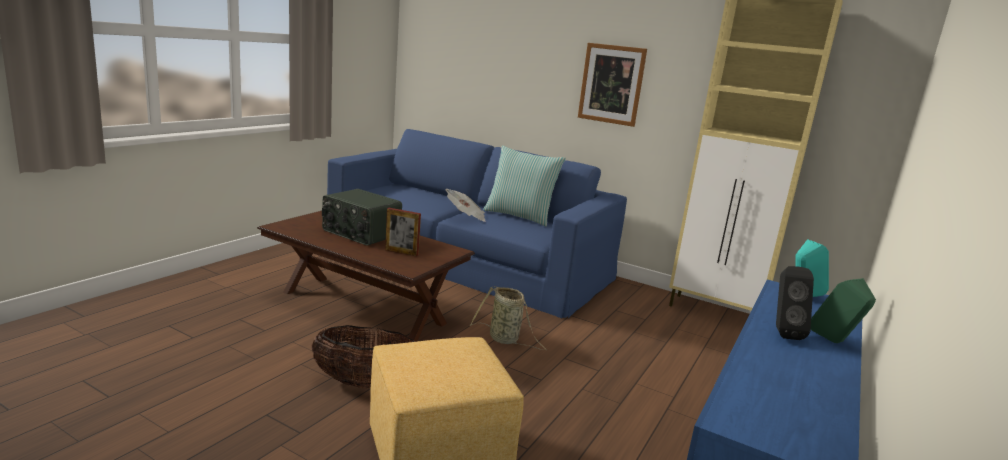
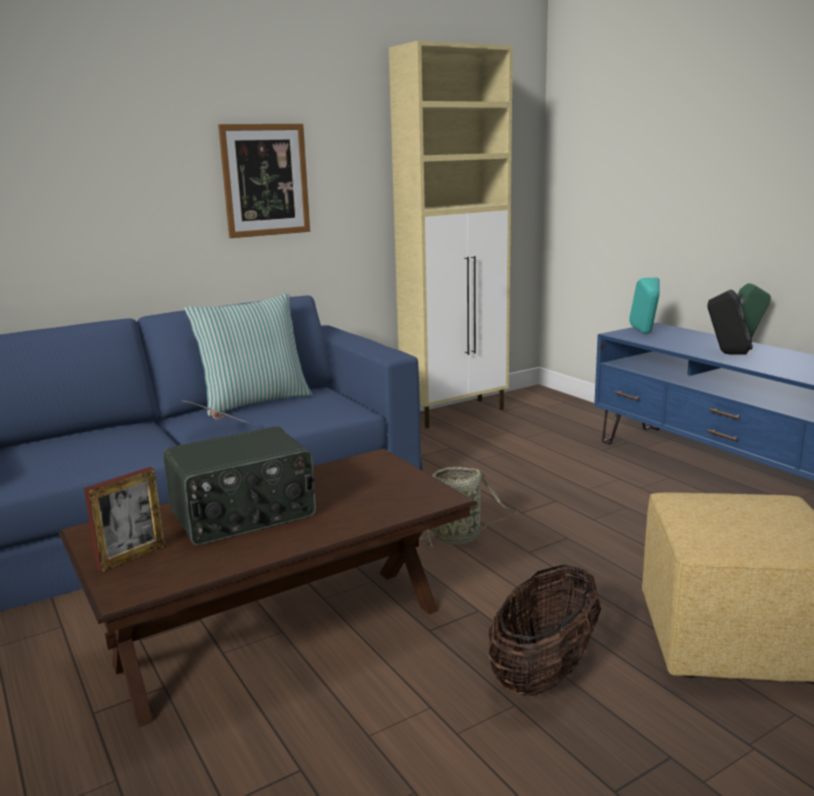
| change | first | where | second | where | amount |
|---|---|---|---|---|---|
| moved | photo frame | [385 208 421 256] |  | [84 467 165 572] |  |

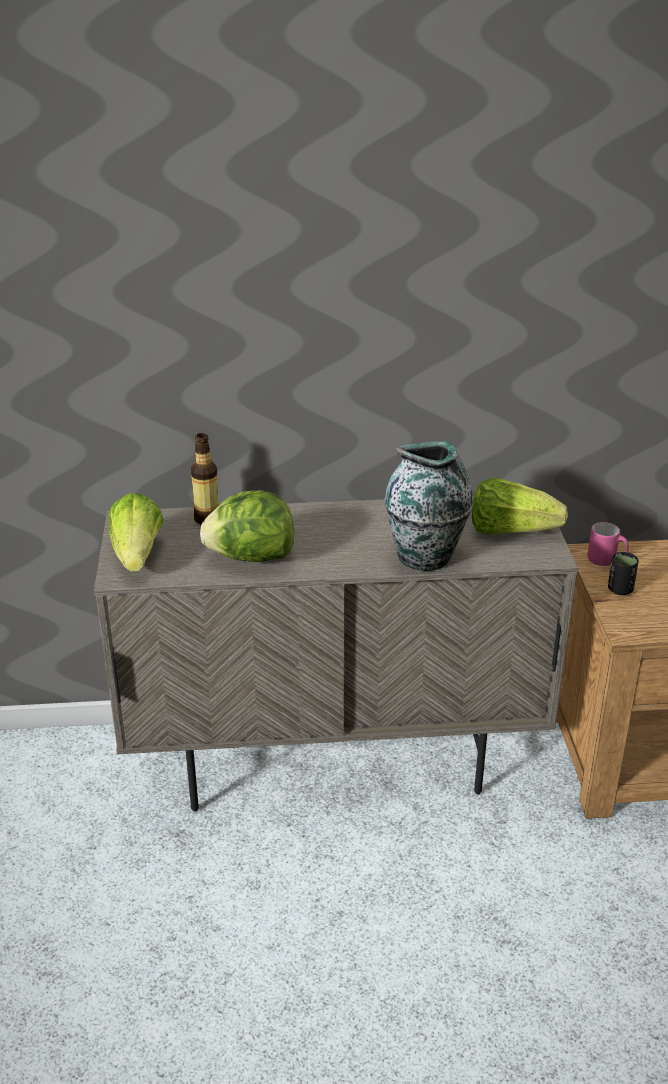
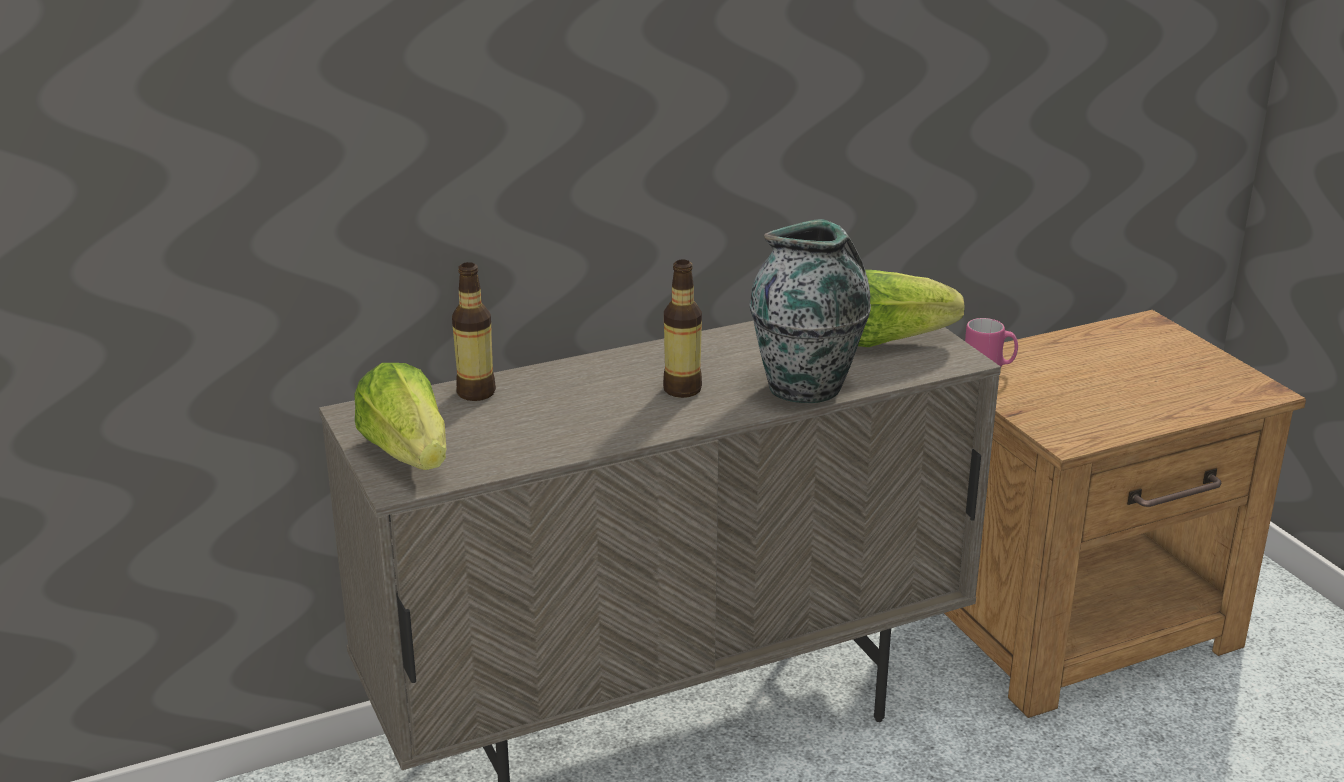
| change | first | where | second | where | amount |
|---|---|---|---|---|---|
| added |  |  | beverage bottle | [663 260 702 398] |  |
| removed | lettuce | [200 490 294 562] |  |  |  |
| removed | cup/blackish | [608 552 639 595] |  |  |  |

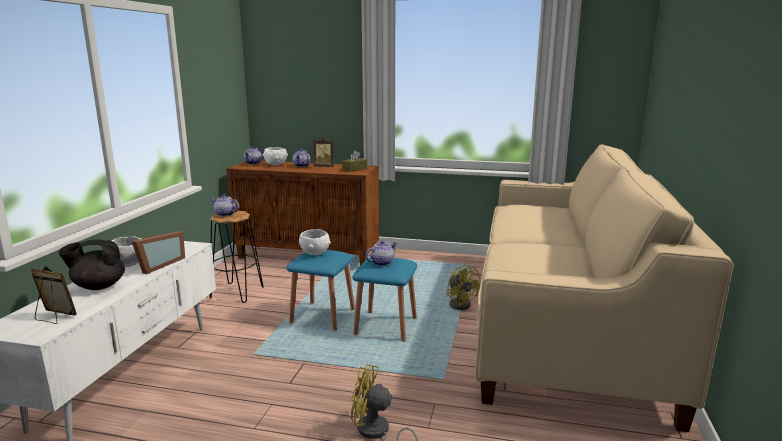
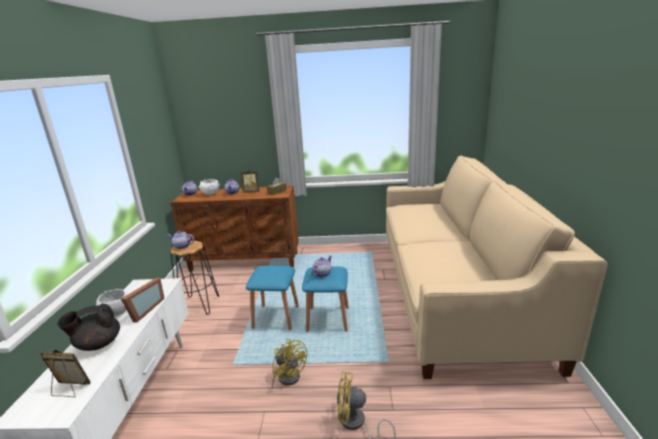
| change | first | where | second | where | amount |
|---|---|---|---|---|---|
| moved | fan/yellow | [446 263 480 310] |  | [273 339 307 385] |  |
| removed | deep dish/whitish | [299 229 331 255] |  |  |  |

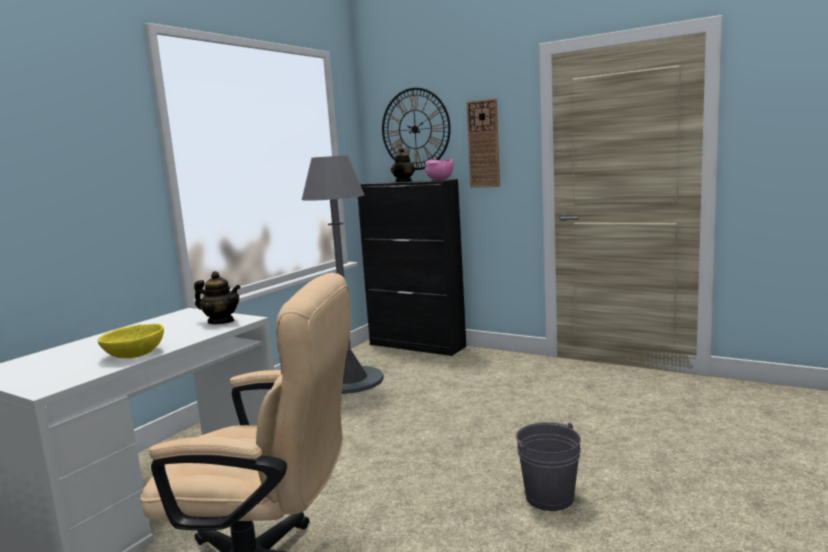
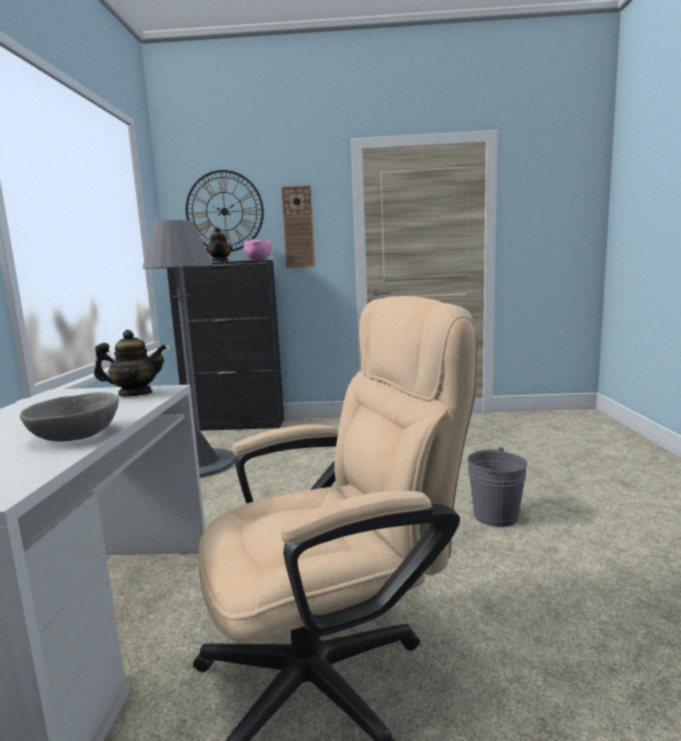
| change | first | where | second | where | amount |
|---|---|---|---|---|---|
| recoloured | deep dish/yellow | [98 324 164 358] | deep dish/grey | [20 392 119 442] |  |

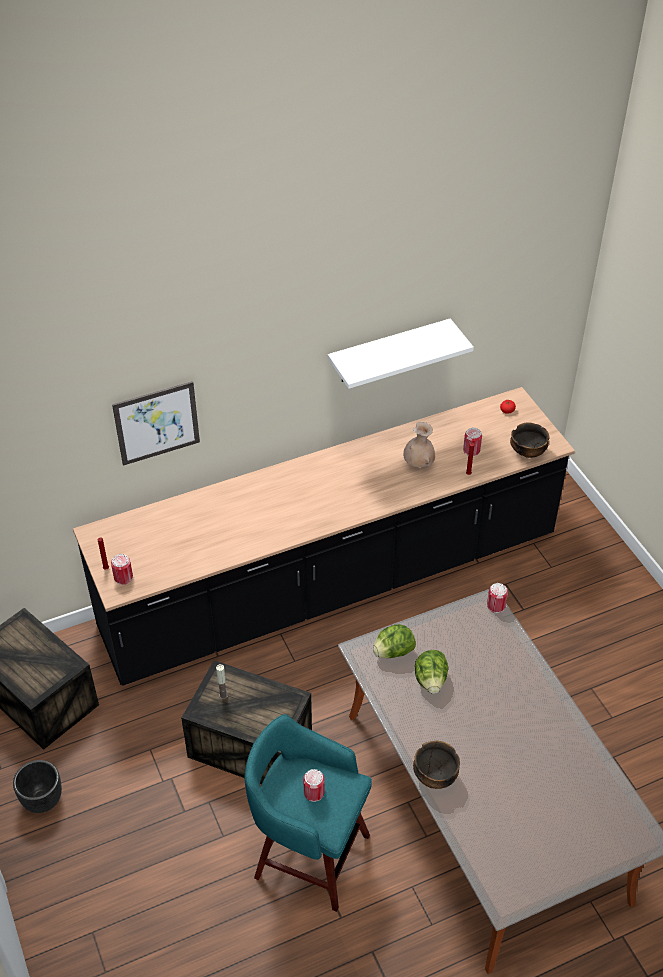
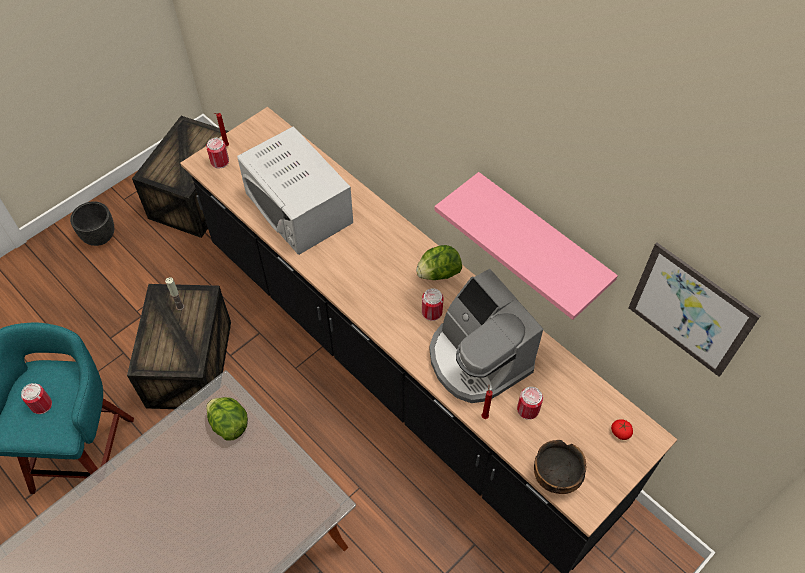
| change | first | where | second | where | amount |
|---|---|---|---|---|---|
| added |  |  | microwave oven/whitish | [237 126 353 255] |  |
| moved | lettuce | [415 650 449 694] |  | [416 245 462 280] |  |
| moved | sealed can | [487 583 508 613] |  | [422 288 444 321] |  |
| replaced | decorative vase/beige | [403 422 435 468] | coffee maker | [429 269 543 403] |  |
| recoloured | bracket shelf/whitish | [328 318 474 389] | bracket shelf/pink-coloured | [434 172 618 320] |  |
| moved | wall picture | [112 381 200 466] |  | [628 243 760 377] |  |
| removed | deep dish | [413 741 460 789] |  |  |  |

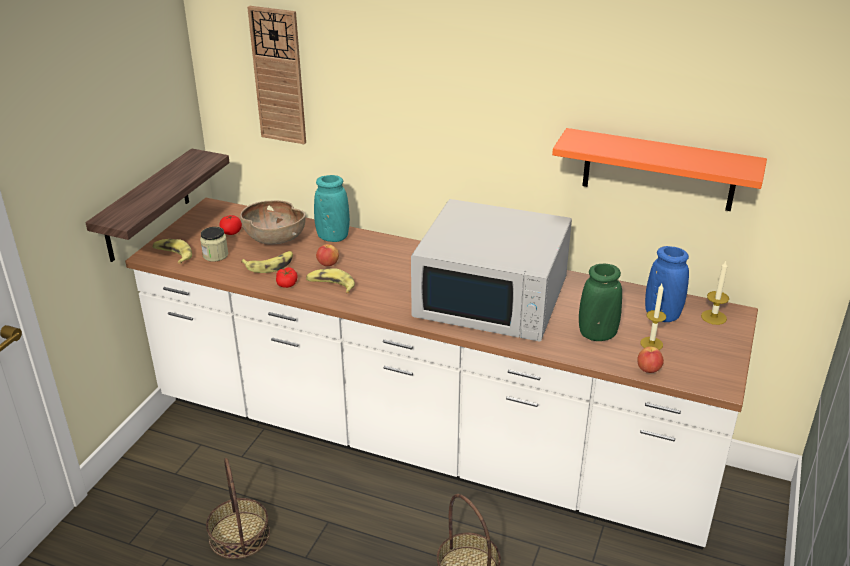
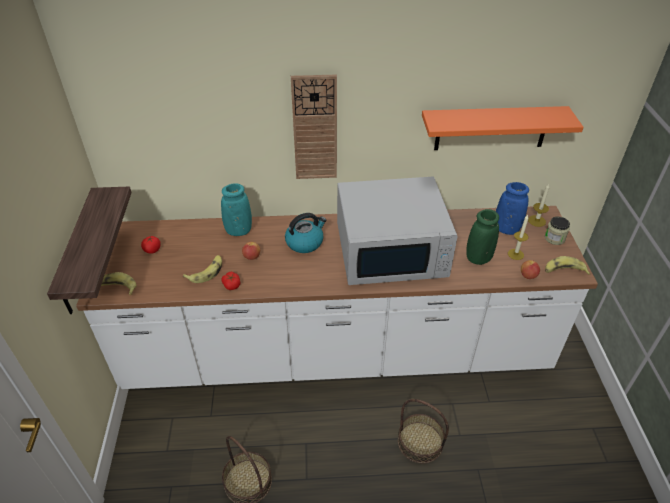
| change | first | where | second | where | amount |
|---|---|---|---|---|---|
| added |  |  | tea kettle | [285 213 326 253] |  |
| moved | wall clock | [247 6 306 144] |  | [291 74 337 179] |  |
| moved | storage jar | [200 227 228 262] |  | [544 216 570 245] |  |
| moved | banana | [306 268 355 293] |  | [545 256 590 275] |  |
| removed | deep dish/brownish | [240 200 306 245] |  |  |  |

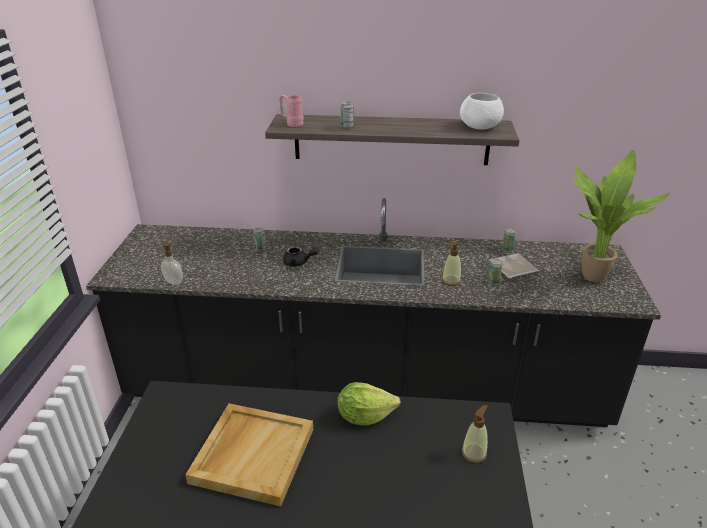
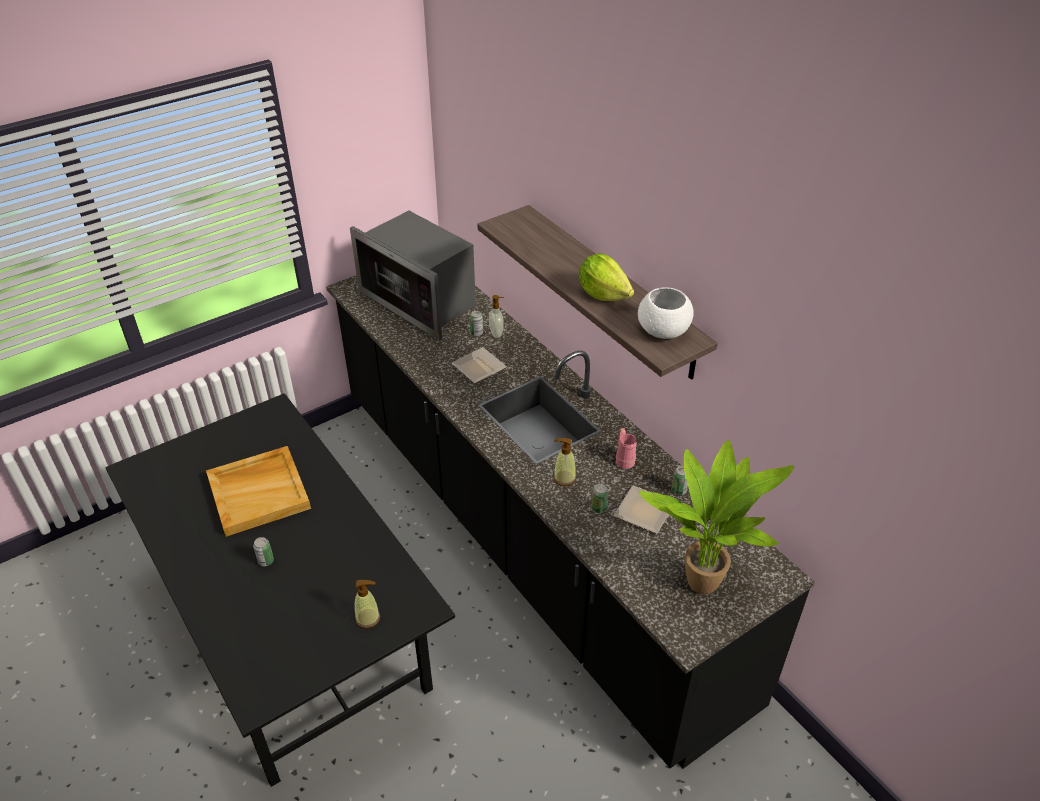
| change | first | where | second | where | amount |
|---|---|---|---|---|---|
| moved | sealed can | [341 101 354 128] |  | [253 537 274 566] |  |
| added |  |  | microwave oven | [350 210 476 340] |  |
| replaced | teapot/blackish | [283 246 319 267] | plate | [451 347 507 384] |  |
| moved | soap dispenser | [161 242 183 285] |  | [489 295 504 338] |  |
| moved | lettuce | [337 382 401 425] |  | [579 253 634 301] |  |
| moved | coffee mug/pink-coloured | [279 95 304 127] |  | [616 428 637 469] |  |

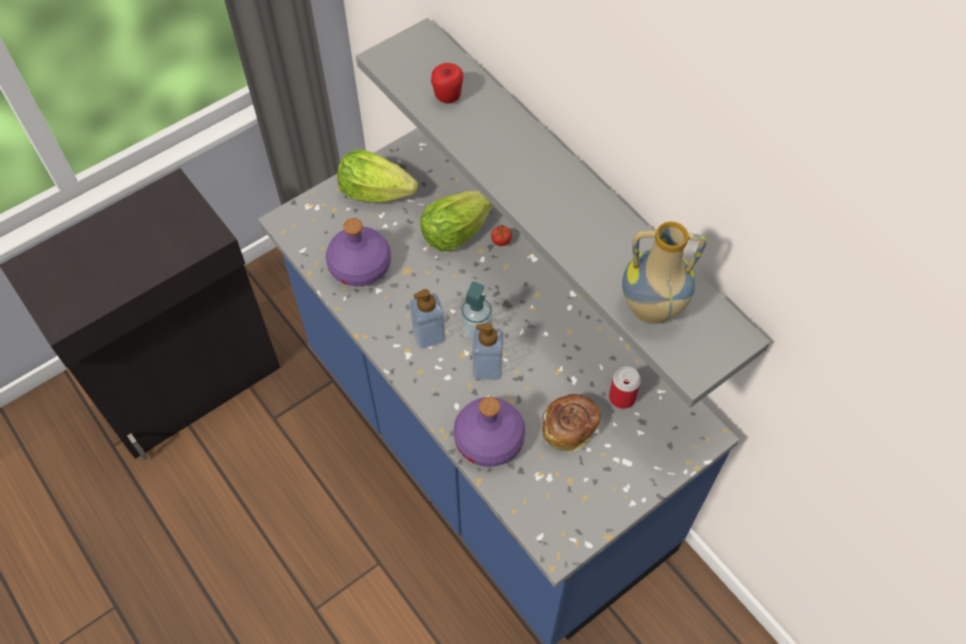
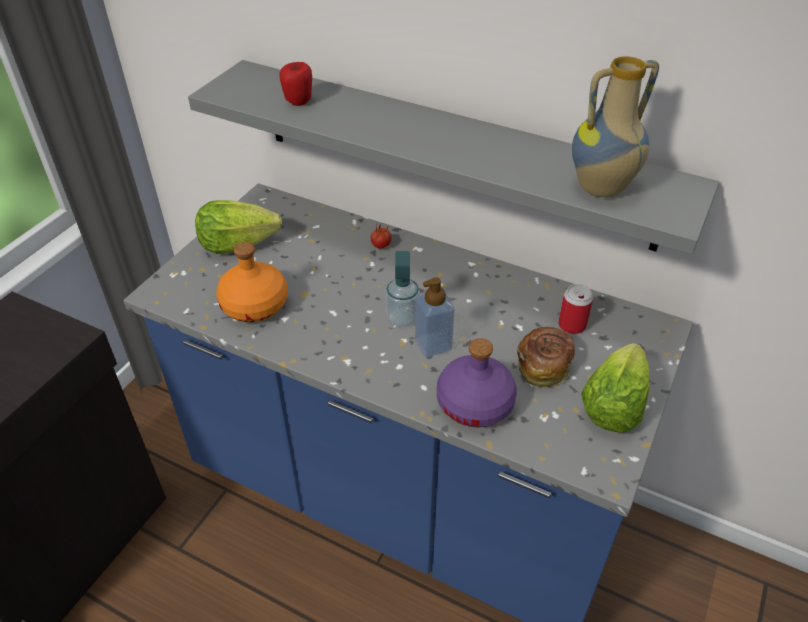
| change | first | where | second | where | amount |
|---|---|---|---|---|---|
| recoloured | beverage bottle/purple-coloured | [326 218 391 286] | beverage bottle/orange-coloured | [216 242 288 322] |  |
| moved | lettuce | [420 190 493 251] |  | [581 343 650 433] |  |
| removed | soap dispenser | [410 289 446 349] |  |  |  |

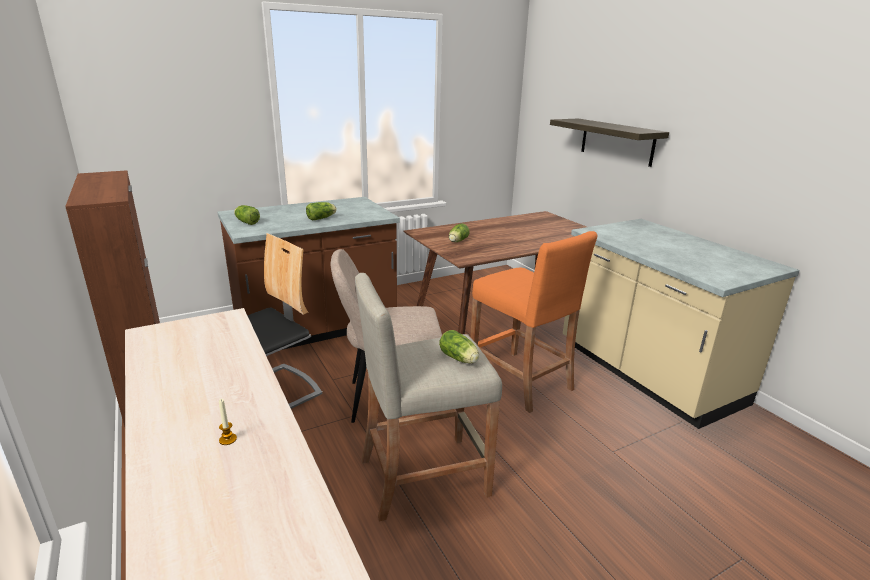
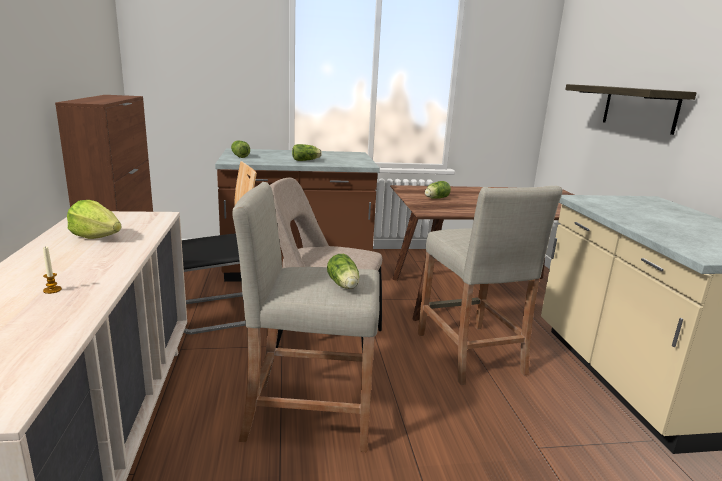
| change | first | where | second | where | amount |
|---|---|---|---|---|---|
| added |  |  | lettuce | [67 200 122 239] |  |
| recoloured | stool seat/orange-coloured | [470 231 598 413] | stool seat/beige | [418 186 563 385] |  |

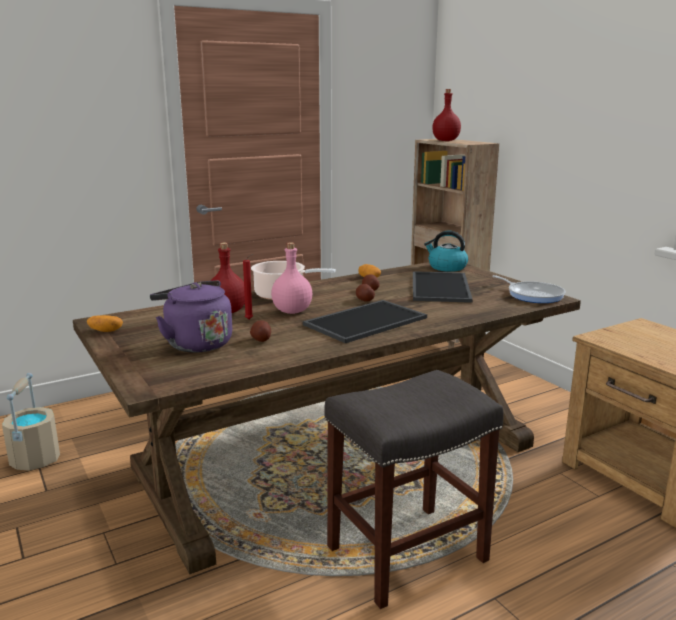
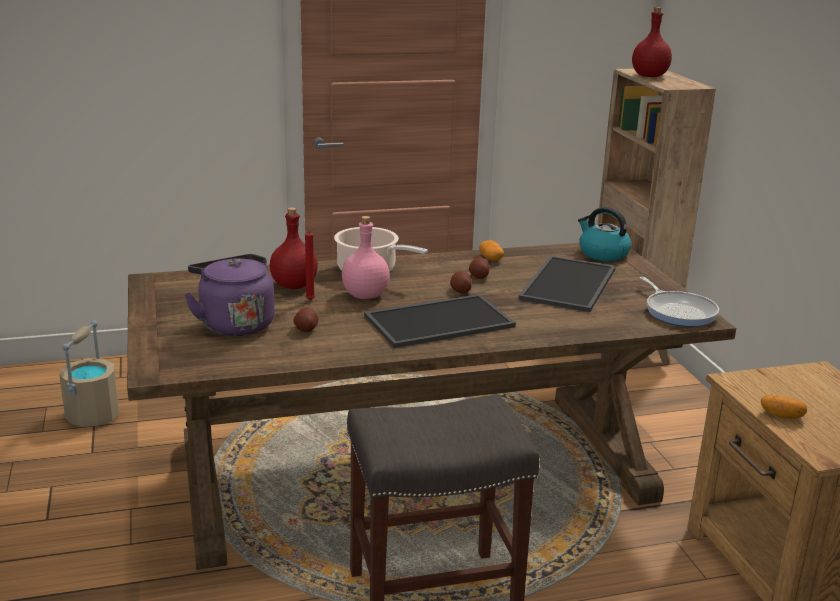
| change | first | where | second | where | amount |
|---|---|---|---|---|---|
| moved | potato | [87 315 123 332] |  | [761 395 807 419] |  |

